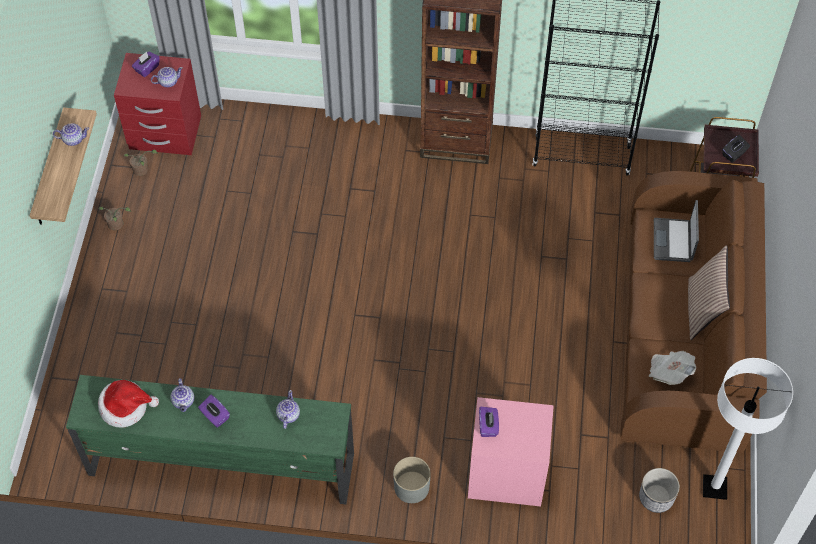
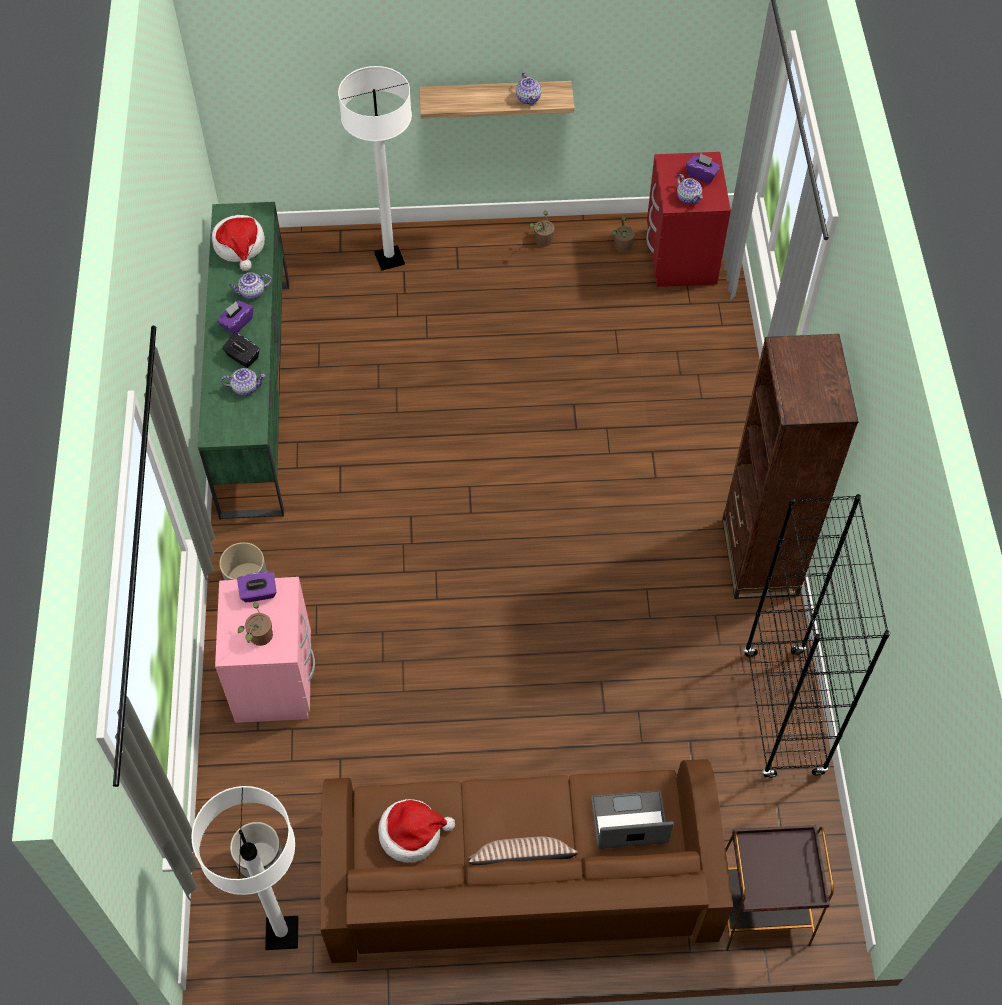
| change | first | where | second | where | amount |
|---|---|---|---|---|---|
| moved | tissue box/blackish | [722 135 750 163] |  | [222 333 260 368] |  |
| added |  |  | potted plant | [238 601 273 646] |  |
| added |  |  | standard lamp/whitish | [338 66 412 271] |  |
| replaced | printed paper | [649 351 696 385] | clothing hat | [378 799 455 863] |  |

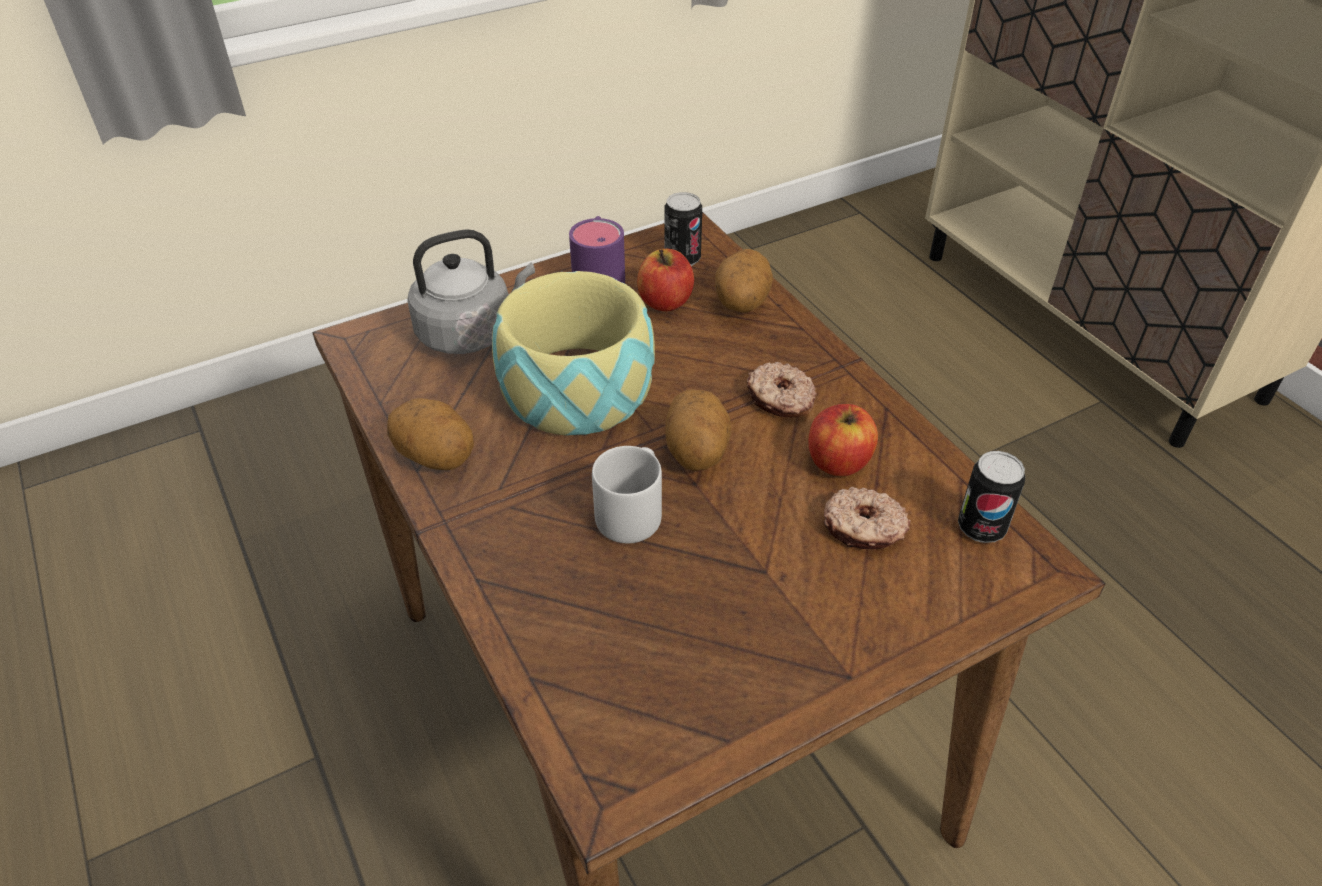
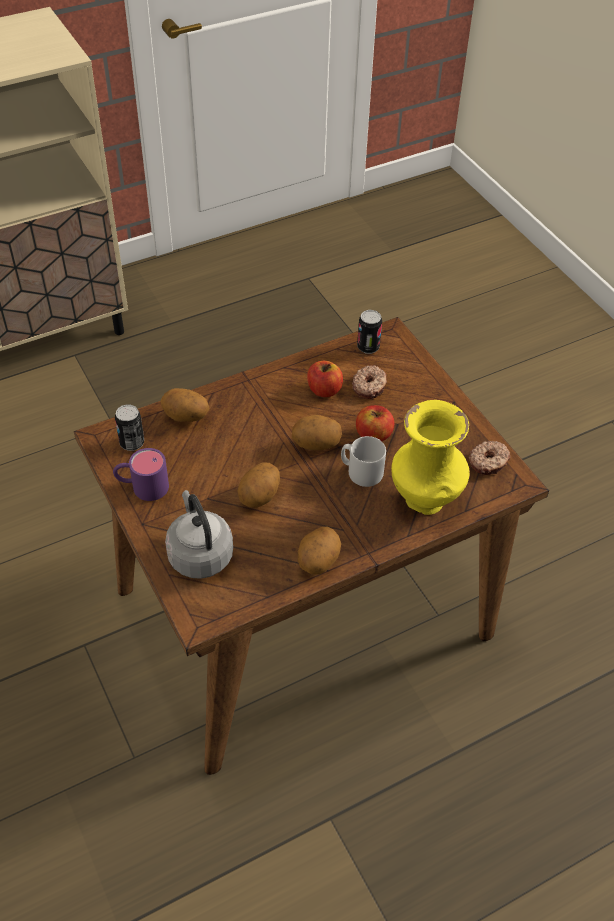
| change | first | where | second | where | amount |
|---|---|---|---|---|---|
| replaced | deep dish | [492 271 655 436] | potato | [238 463 280 508] |  |
| moved | apple fruit | [637 249 694 311] |  | [356 405 394 441] |  |
| added |  |  | decorative vase/yellow | [391 400 469 515] |  |
| moved | doughnut | [747 362 817 418] |  | [469 441 510 475] |  |

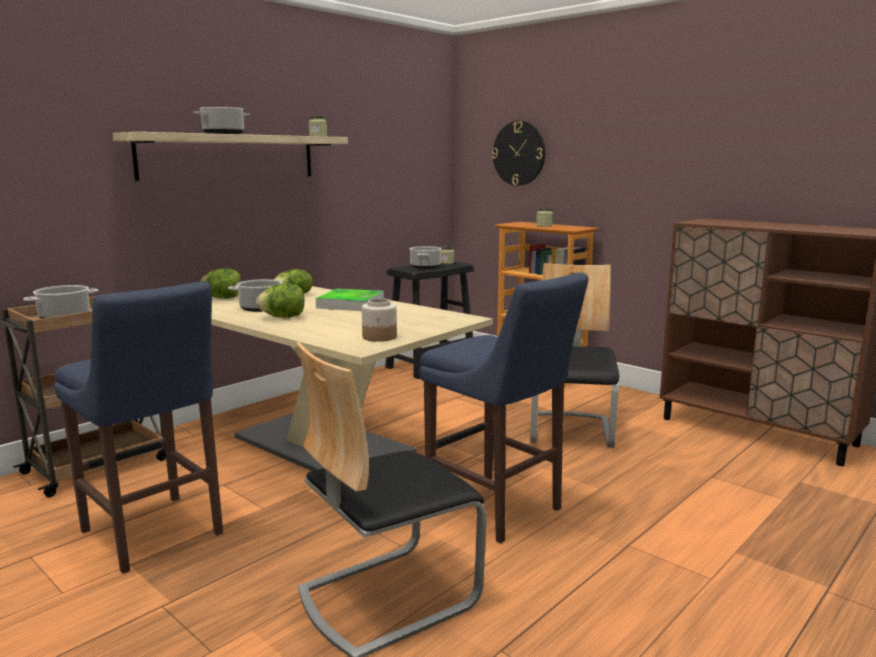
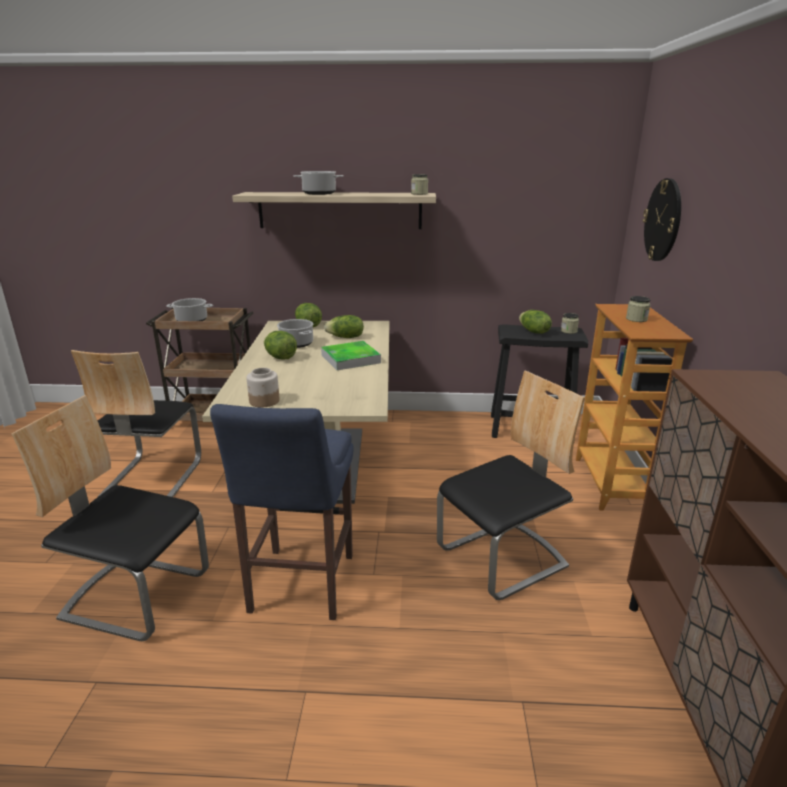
| change | first | where | second | where | amount |
|---|---|---|---|---|---|
| replaced | stool seat/blue | [54 281 223 574] | upright chair | [71 350 201 497] |  |
| replaced | saucepot | [410 246 442 269] | lettuce | [519 310 552 334] |  |

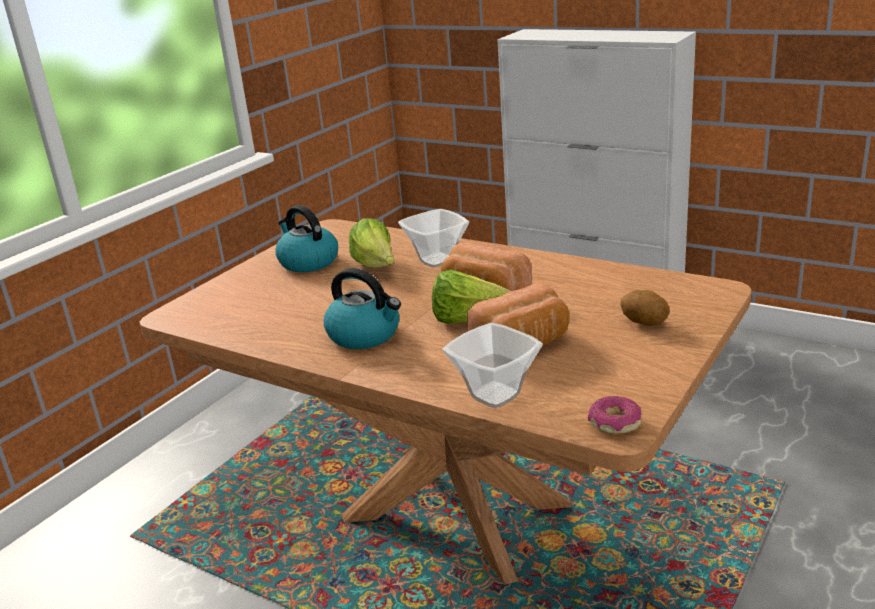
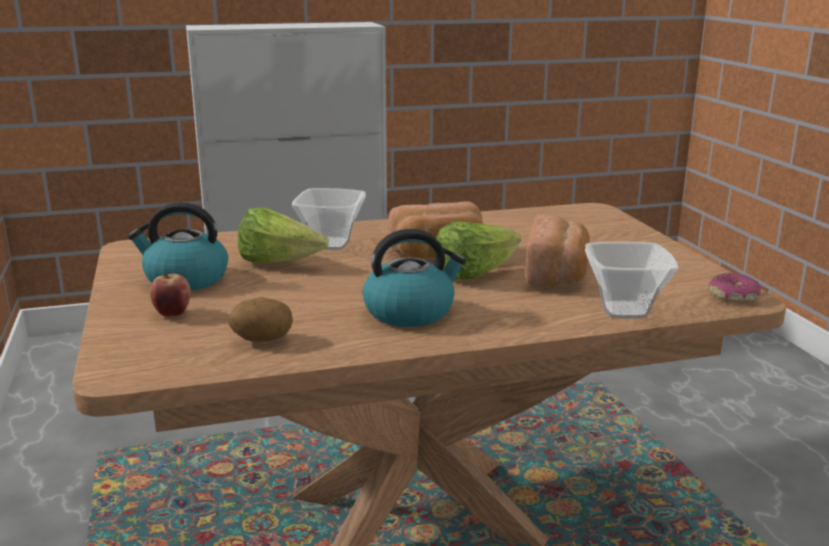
| change | first | where | second | where | amount |
|---|---|---|---|---|---|
| added |  |  | apple fruit | [150 273 191 317] |  |
| moved | potato | [620 290 670 326] |  | [228 297 293 341] |  |

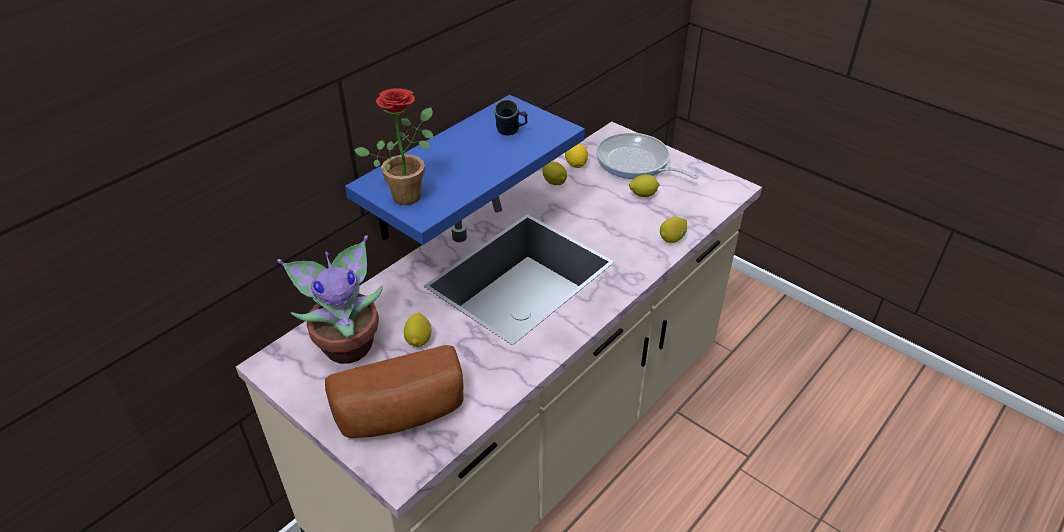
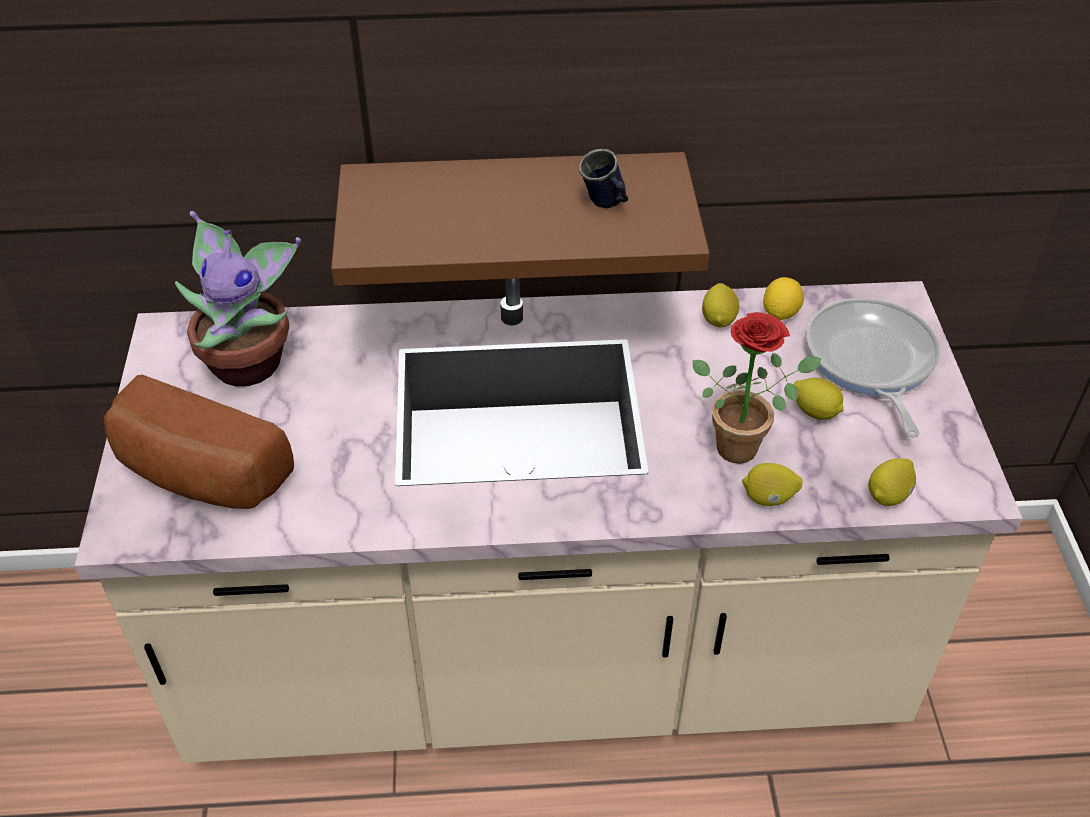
| change | first | where | second | where | amount |
|---|---|---|---|---|---|
| recoloured | bracket shelf/blue | [345 95 585 245] | bracket shelf/brownish | [331 152 710 286] |  |
| moved | potted plant | [354 88 434 205] |  | [693 312 822 464] |  |
| moved | lemon | [404 313 431 347] |  | [868 458 916 506] |  |

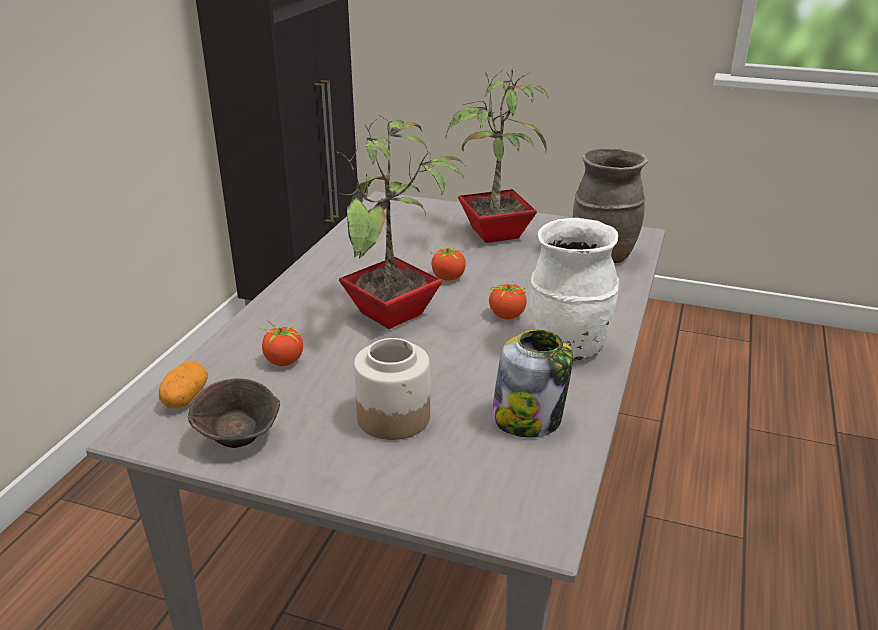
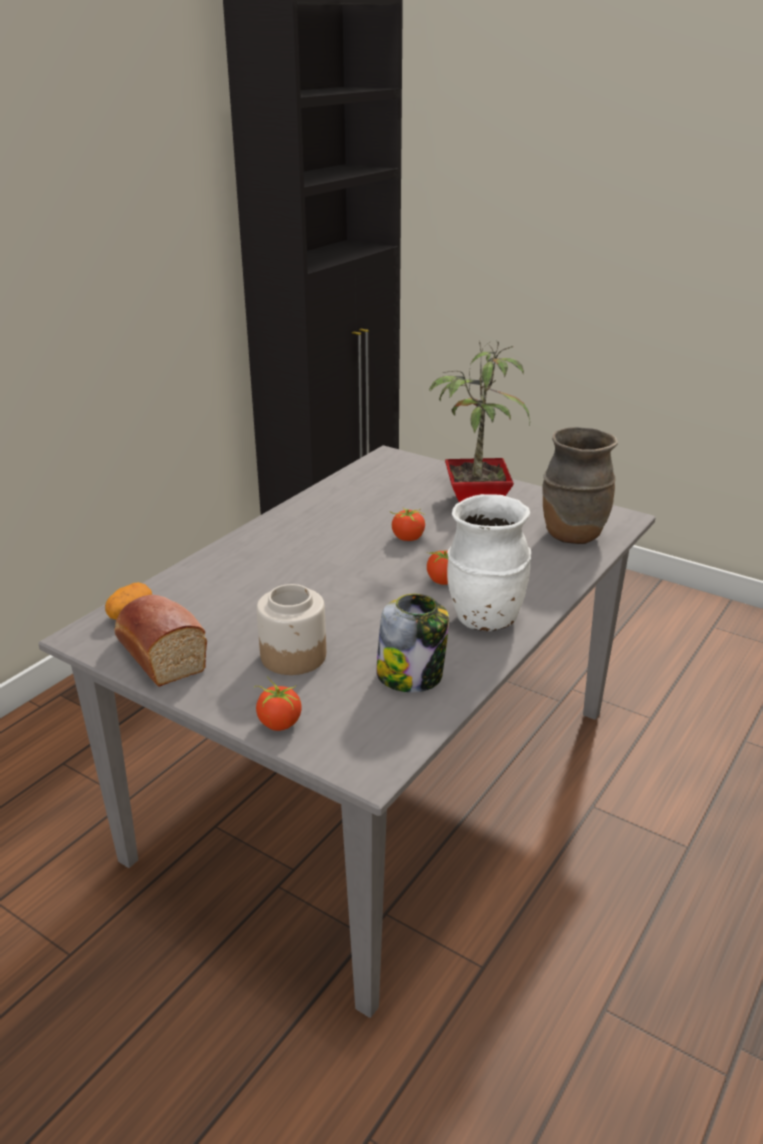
| change | first | where | second | where | amount |
|---|---|---|---|---|---|
| replaced | deep dish/brownish | [188 378 280 448] | bread | [114 595 207 687] |  |
| moved | tomato | [258 320 303 366] |  | [254 676 302 731] |  |
| removed | potted plant | [331 115 465 329] |  |  |  |

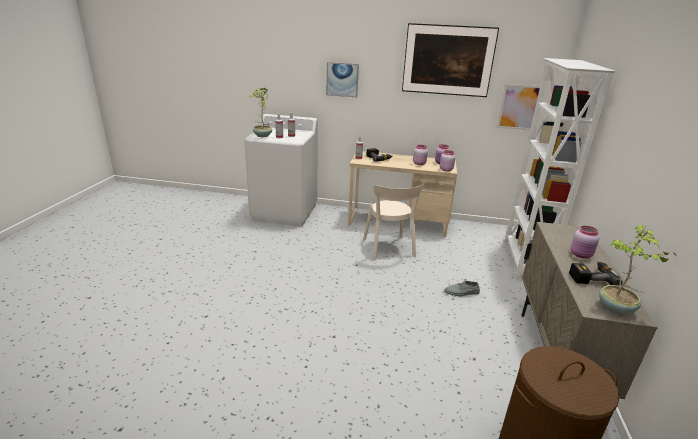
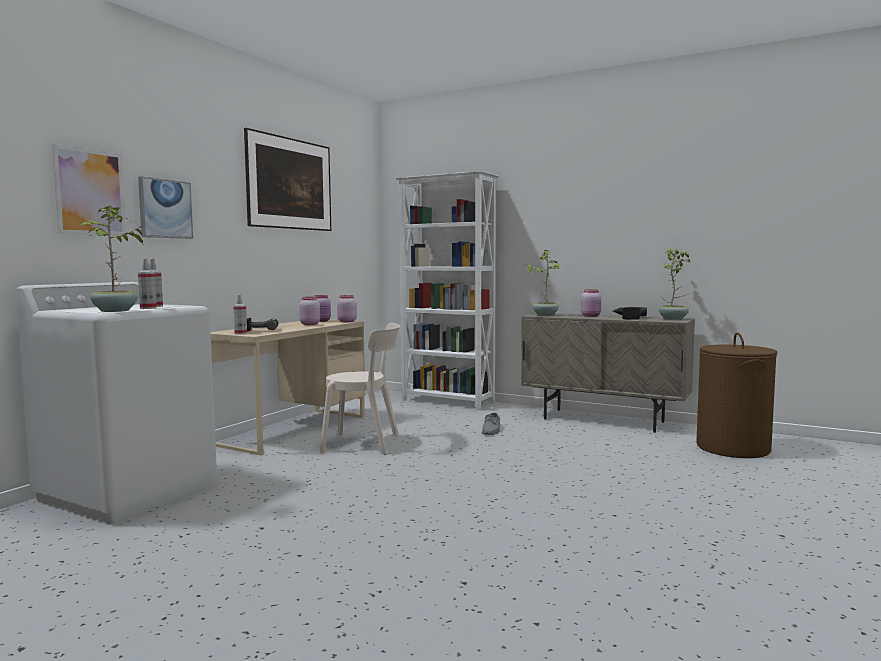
| change | first | where | second | where | amount |
|---|---|---|---|---|---|
| moved | wall picture | [497 84 540 130] |  | [52 144 126 236] |  |
| added |  |  | potted plant | [527 250 562 316] |  |

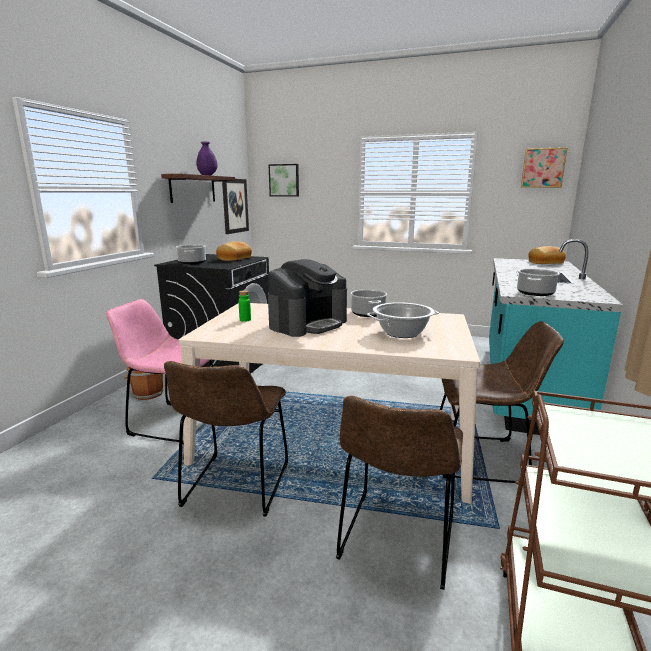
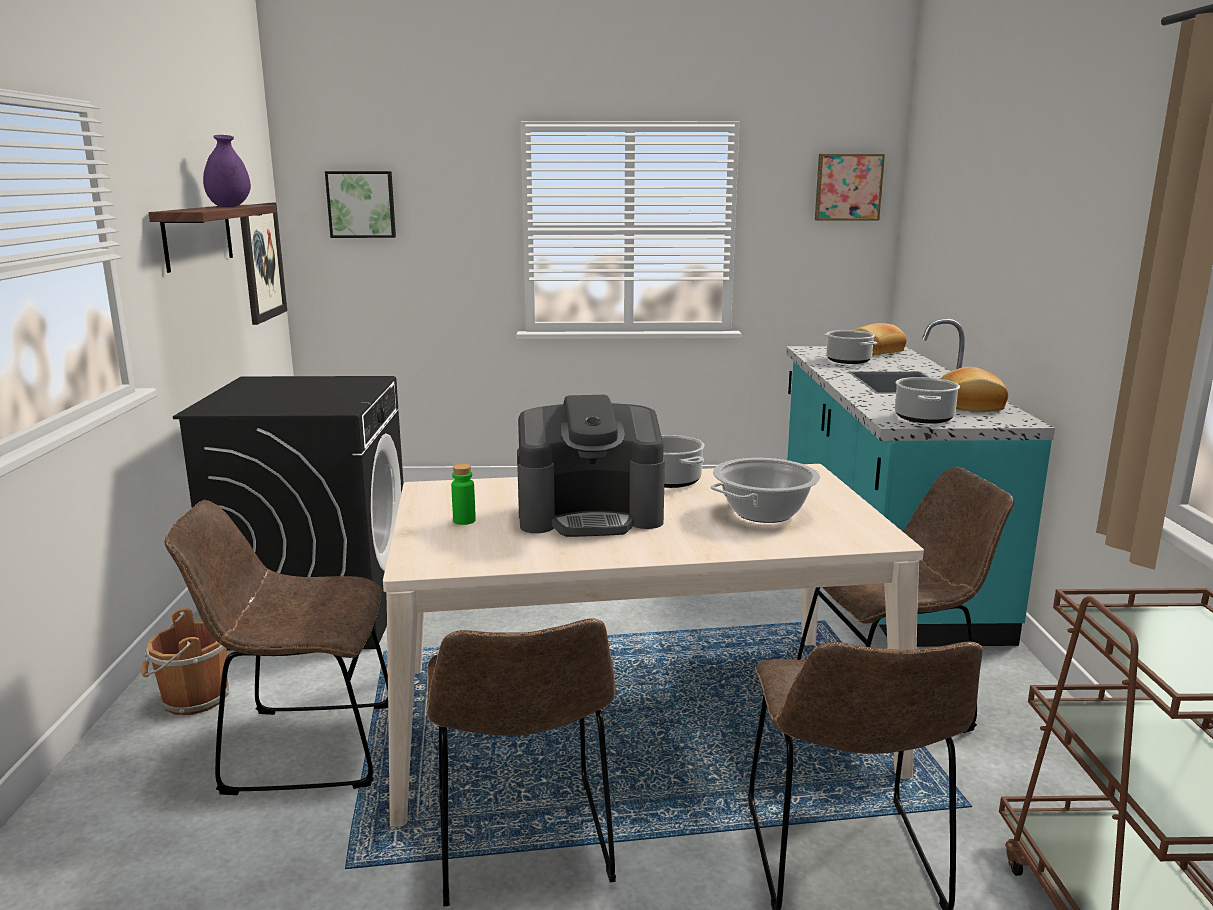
| change | first | where | second | where | amount |
|---|---|---|---|---|---|
| recoloured | upright chair/pink-coloured | [106 299 213 444] | upright chair/brownish | [164 500 388 795] |  |
| turned | coffee maker | [268 259 347 337] |  | [517 395 665 537] | 60 degrees clockwise |
| moved | saucepot | [176 244 206 264] |  | [825 330 877 364] |  |
| moved | bread | [216 241 252 261] |  | [941 367 1008 412] |  |

